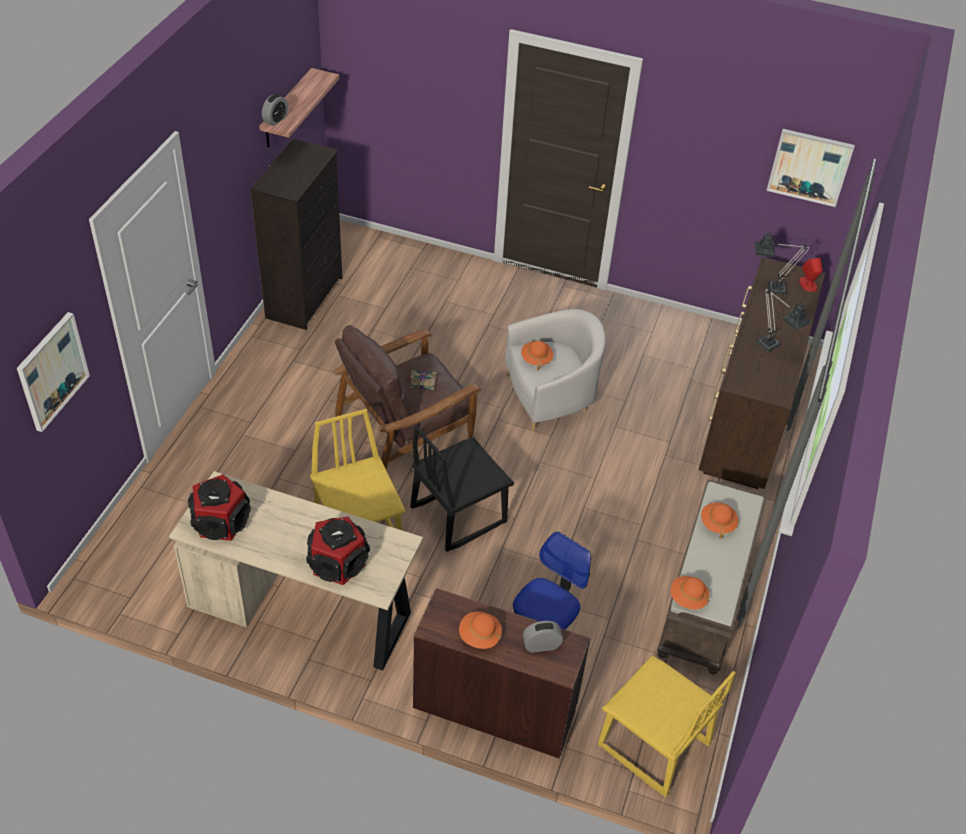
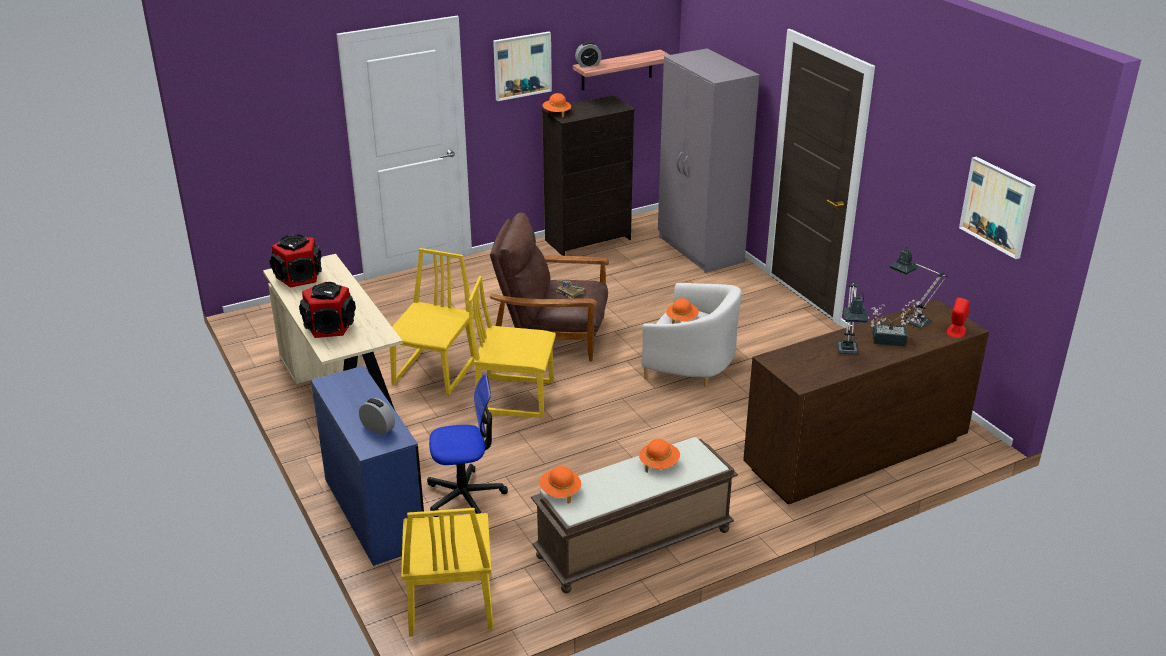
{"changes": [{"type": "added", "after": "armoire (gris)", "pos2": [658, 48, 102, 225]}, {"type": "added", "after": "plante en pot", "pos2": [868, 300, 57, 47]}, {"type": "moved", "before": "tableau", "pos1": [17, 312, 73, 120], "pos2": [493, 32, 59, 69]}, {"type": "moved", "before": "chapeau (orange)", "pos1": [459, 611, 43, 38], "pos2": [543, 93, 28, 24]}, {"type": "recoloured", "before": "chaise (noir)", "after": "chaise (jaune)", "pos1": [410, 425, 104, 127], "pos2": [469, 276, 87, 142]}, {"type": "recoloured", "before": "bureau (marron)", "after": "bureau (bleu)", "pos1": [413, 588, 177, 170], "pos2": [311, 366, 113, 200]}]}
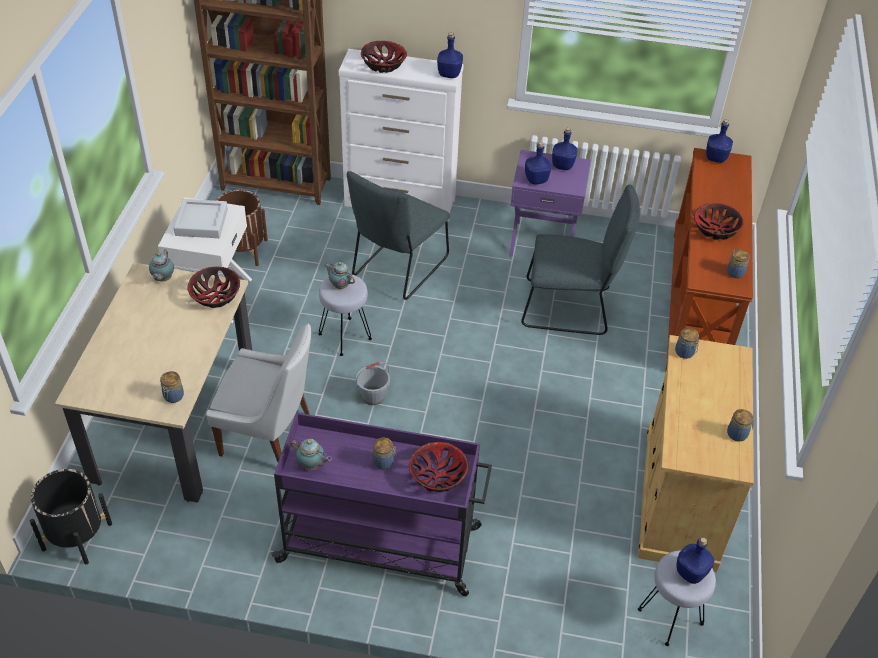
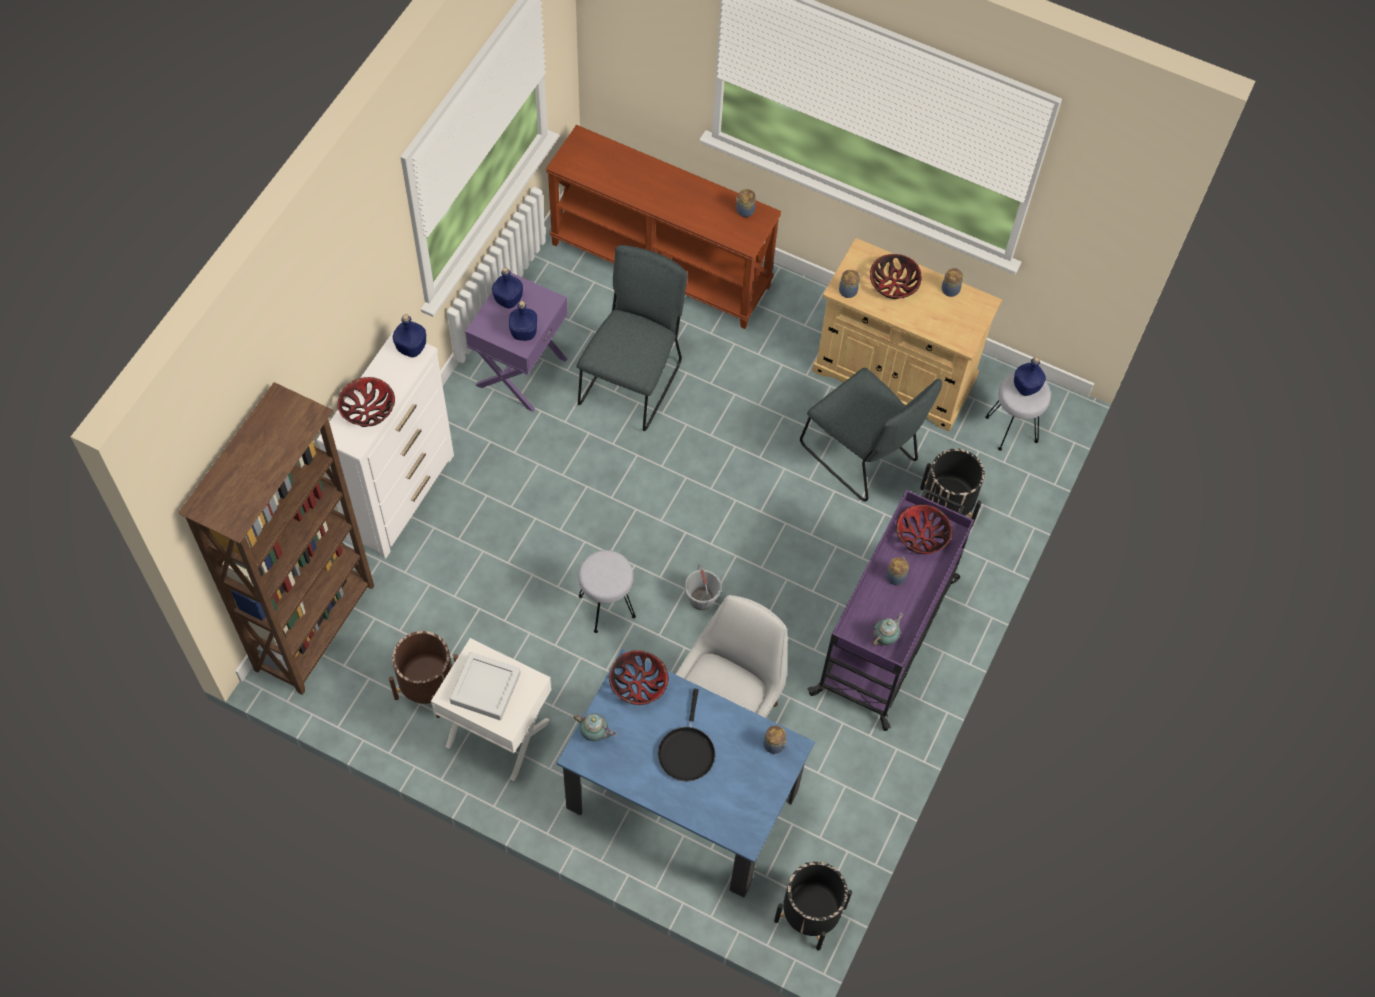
{"changes": [{"type": "removed", "before": "théière", "pos1": [324, 262, 31, 27]}, {"type": "removed", "before": "bouteille (bleu)", "pos1": [706, 120, 27, 43]}, {"type": "added", "after": "poêle (noir)", "pos2": [658, 688, 57, 94]}, {"type": "added", "after": "cache-pot (noir)", "pos2": [920, 449, 65, 78]}, {"type": "moved", "before": "chaise (gris)", "pos1": [347, 171, 104, 129], "pos2": [800, 368, 142, 133]}, {"type": "moved", "before": "bol", "pos1": [694, 203, 50, 37], "pos2": [870, 254, 52, 45]}, {"type": "recoloured", "before": "table à manger (beige)", "after": "table à manger (bleu)", "pos1": [55, 263, 197, 240], "pos2": [557, 649, 258, 249]}]}
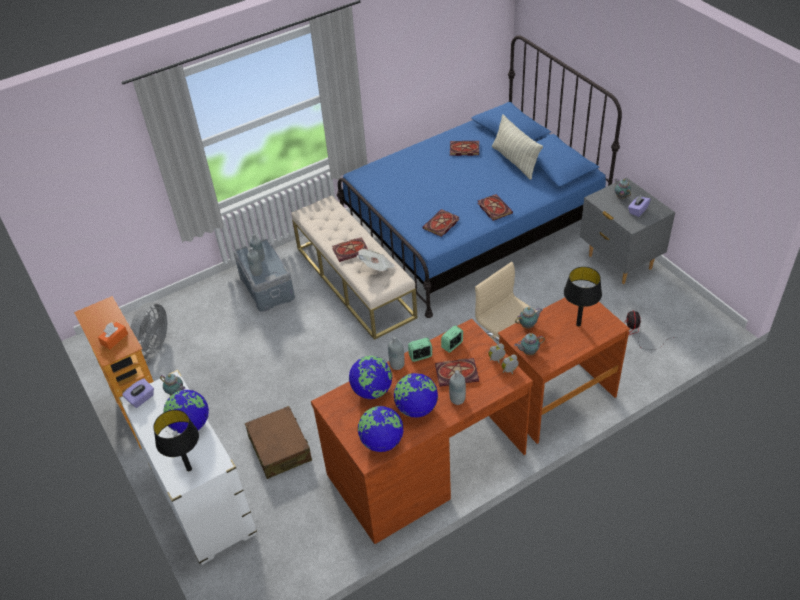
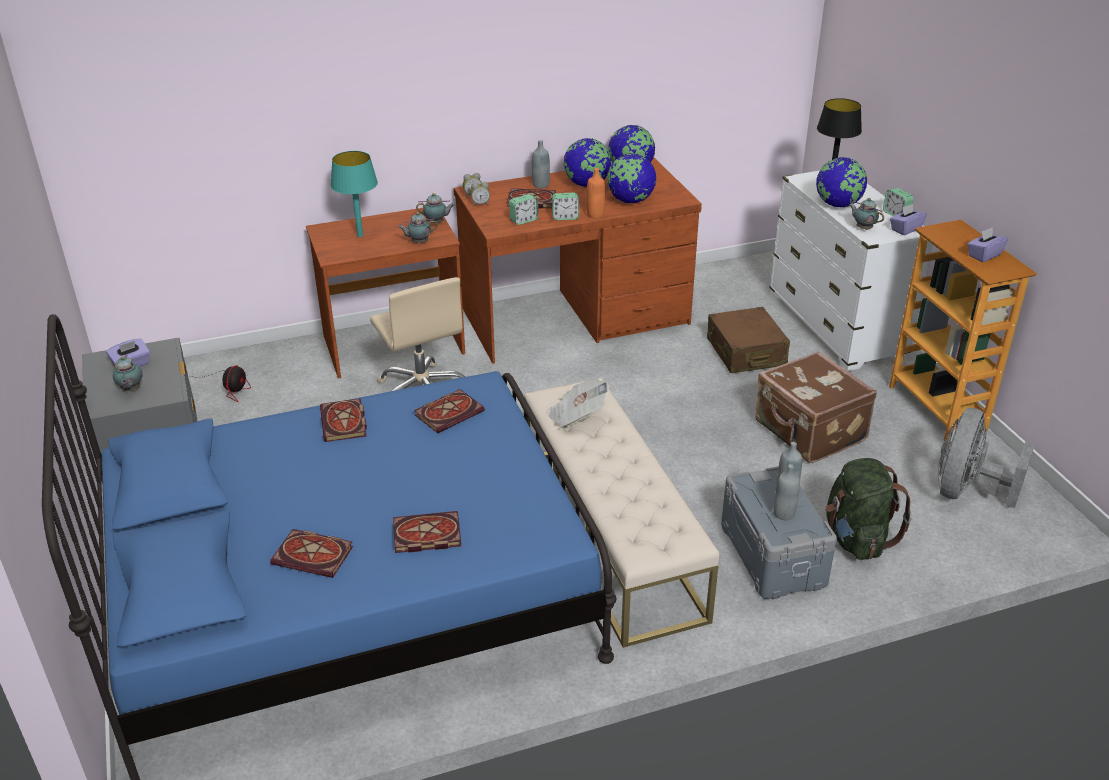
{"changes": [{"type": "removed", "before": "boîte à mouchoirs (orange)", "pos1": [98, 322, 30, 27]}, {"type": "removed", "before": "coussin", "pos1": [492, 115, 51, 65]}, {"type": "added", "after": "valise (marron)", "pos2": [755, 351, 122, 112]}, {"type": "added", "after": "sac à dos (vert)", "pos2": [825, 458, 87, 102]}, {"type": "added", "after": "réveil", "pos2": [883, 188, 31, 28]}, {"type": "added", "after": "boîte à mouchoirs (violet)", "pos2": [967, 227, 41, 35]}, {"type": "moved", "before": "livre", "pos1": [332, 237, 36, 25], "pos2": [393, 511, 68, 42]}, {"type": "recoloured", "before": "bouteille (gris)", "after": "bouteille (orange)", "pos1": [388, 336, 17, 34], "pos2": [587, 168, 18, 50]}, {"type": "recoloured", "before": "lampe de table (noir)", "after": "lampe de table (turquoise)", "pos1": [564, 267, 38, 59], "pos2": [330, 151, 48, 86]}]}
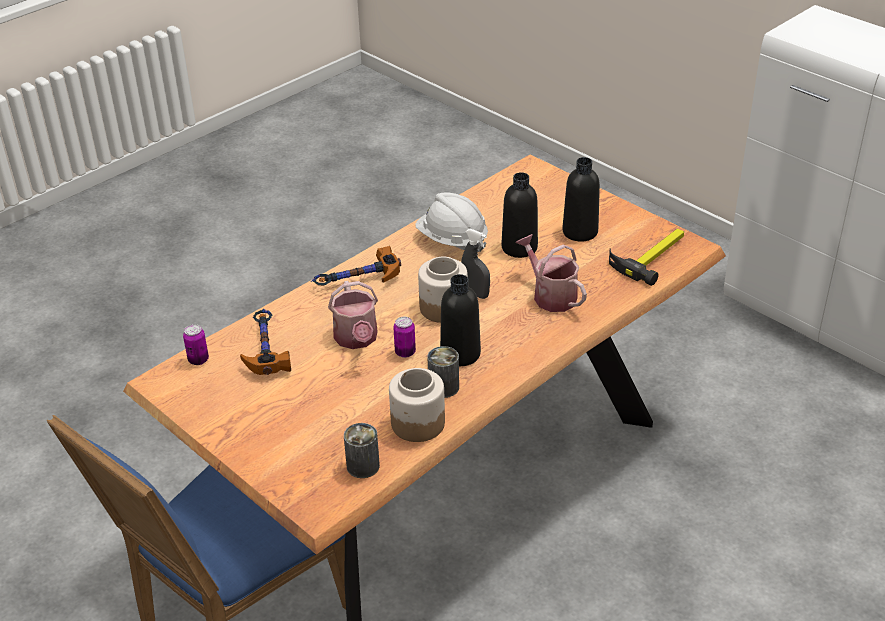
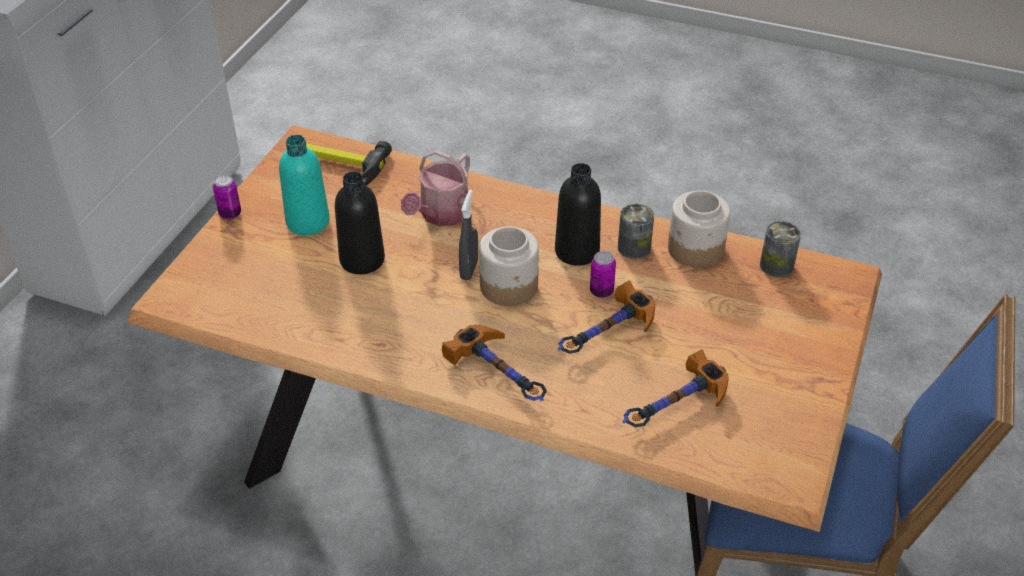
{"changes": [{"type": "removed", "before": "casque de chantier (blanc)", "pos1": [415, 193, 73, 59]}, {"type": "moved", "before": "boîte métallique", "pos1": [183, 324, 26, 41], "pos2": [213, 175, 28, 44]}, {"type": "replaced", "before": "arrosoir", "after": "marteau", "pos1": [328, 281, 50, 68], "pos2": [558, 280, 97, 74]}, {"type": "recoloured", "before": "bouteille (noir)", "after": "bouteille (turquoise)", "pos1": [562, 157, 38, 85], "pos2": [279, 135, 51, 100]}]}
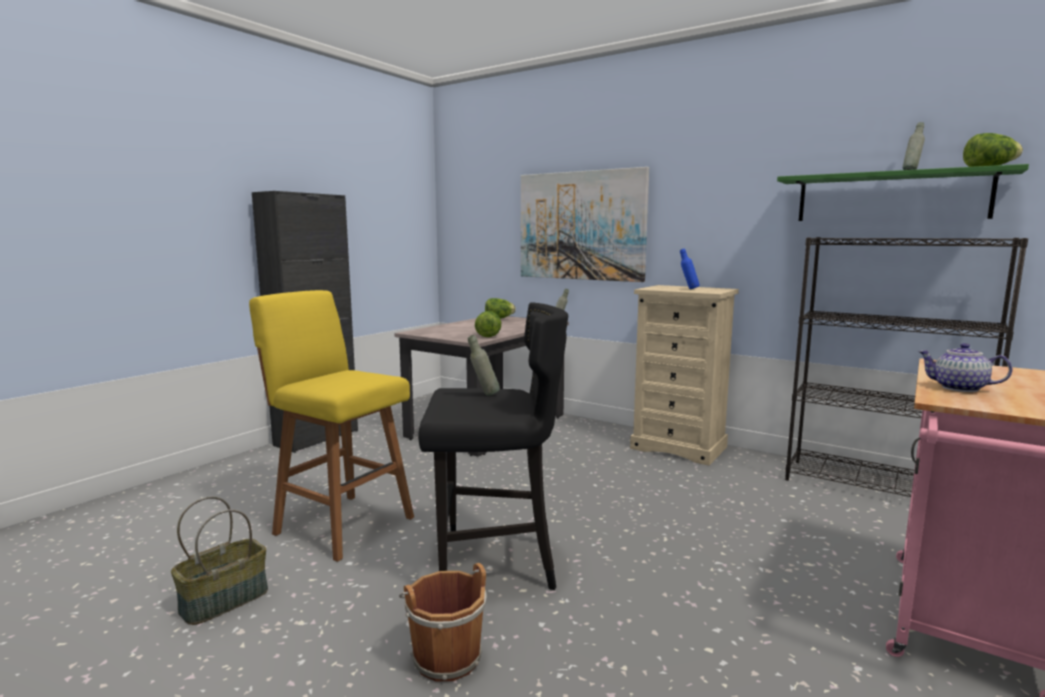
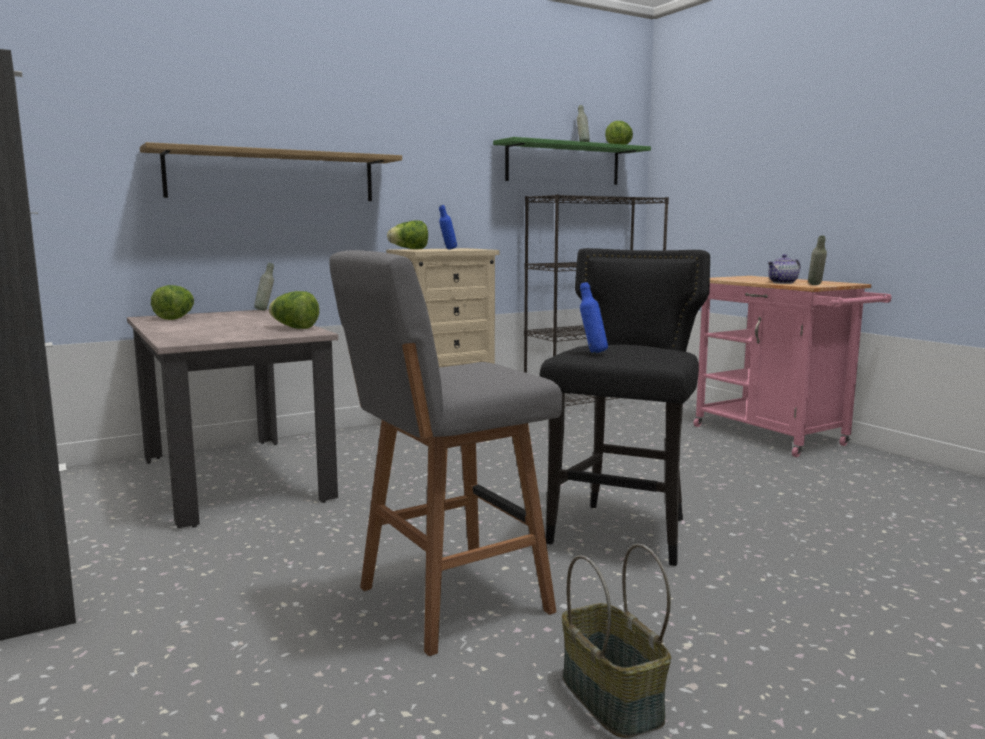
{"changes": [{"type": "removed", "before": "seau (marron)", "pos1": [399, 563, 88, 118]}, {"type": "added", "after": "laitue", "pos2": [387, 221, 41, 28]}, {"type": "added", "after": "bouteille (bleu)", "pos2": [580, 282, 28, 71]}, {"type": "moved", "before": "bouteille (gris)", "pos1": [468, 335, 32, 61], "pos2": [808, 236, 19, 49]}, {"type": "replaced", "before": "tableau", "after": "étagère", "pos1": [521, 167, 128, 115], "pos2": [140, 142, 262, 59]}, {"type": "recoloured", "before": "tabouret (jaune)", "after": "tabouret (gris)", "pos1": [249, 290, 165, 272], "pos2": [329, 250, 233, 406]}]}
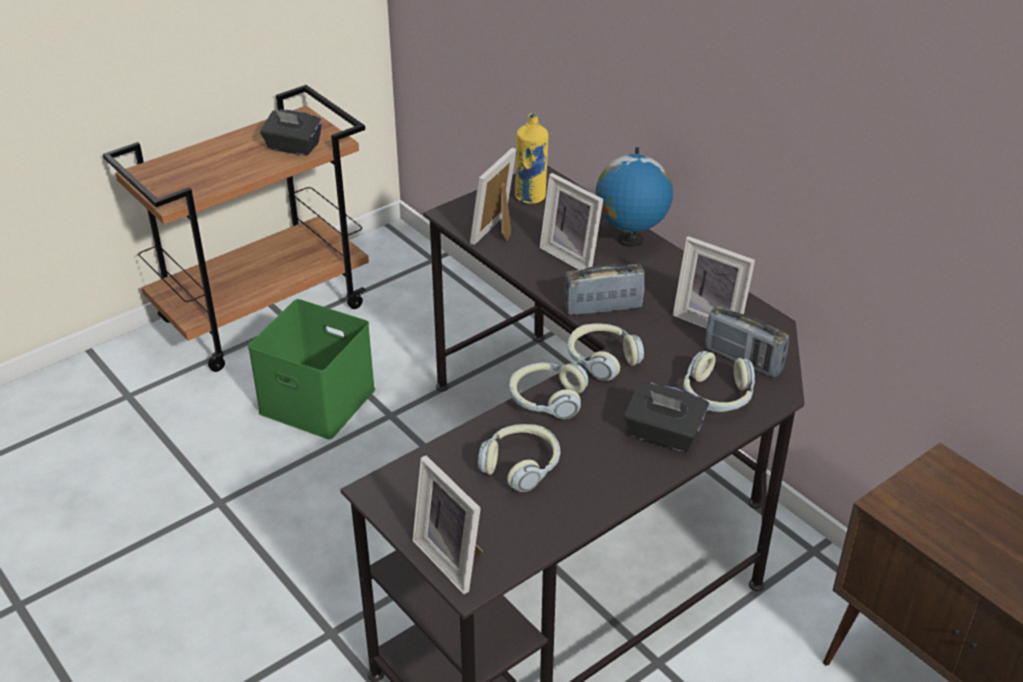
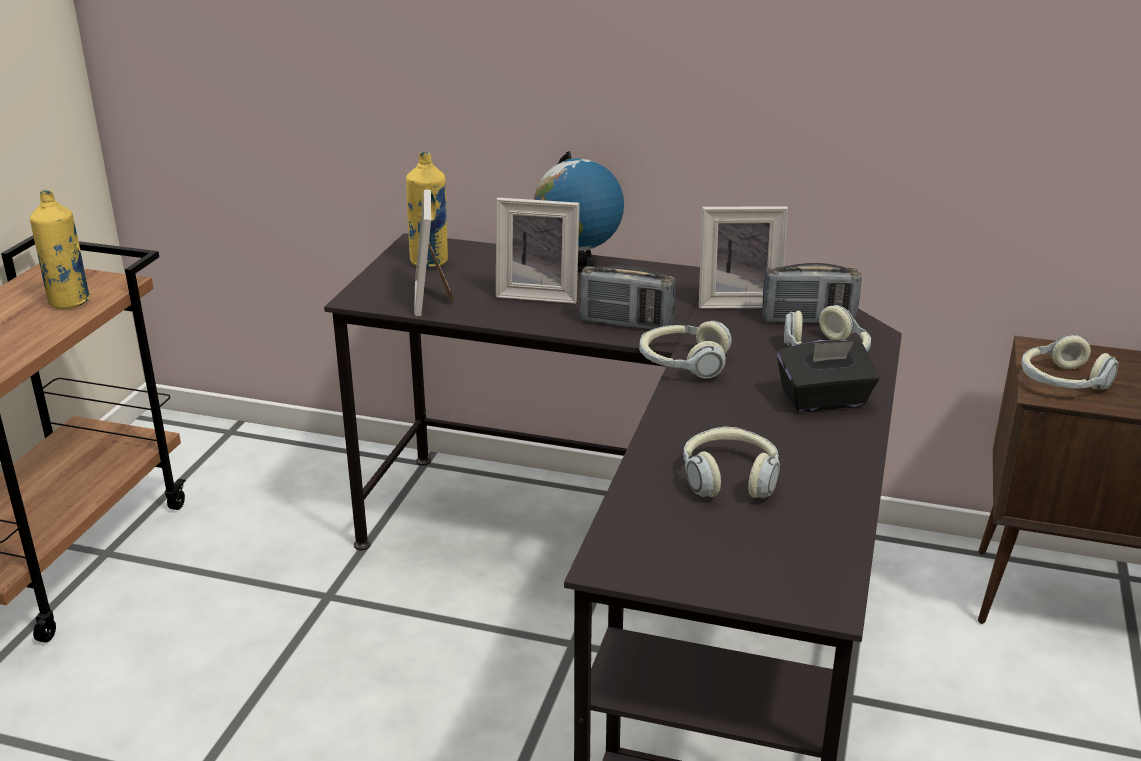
{"changes": [{"type": "removed", "before": "boîte de rangement (vert)", "pos1": [248, 299, 127, 140]}, {"type": "removed", "before": "cadre photo", "pos1": [412, 455, 71, 139]}, {"type": "moved", "before": "casque audio", "pos1": [509, 362, 79, 57], "pos2": [1021, 335, 97, 55]}, {"type": "replaced", "before": "boîte à mouchoirs (noir)", "after": "bouteille (jaune)", "pos1": [260, 110, 62, 46], "pos2": [30, 190, 60, 119]}, {"type": "turned", "before": "radio", "pos1": [565, 264, 80, 51], "pos2": [580, 266, 96, 64], "turn": -120}]}
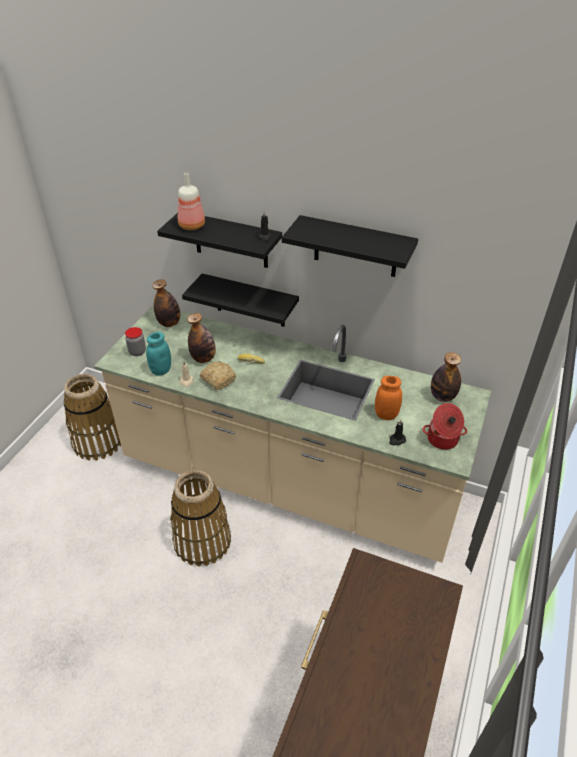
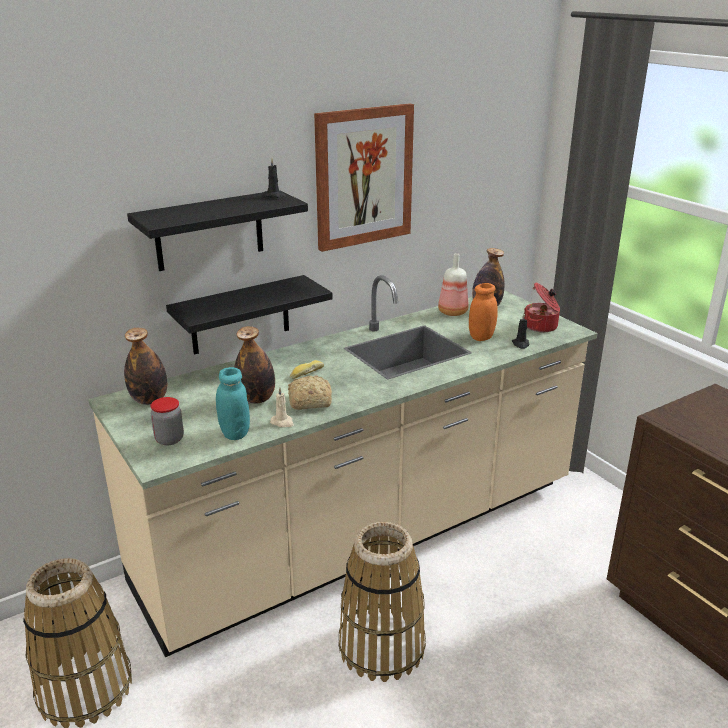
{"changes": [{"type": "moved", "before": "bouteille", "pos1": [178, 172, 27, 58], "pos2": [438, 253, 30, 63]}, {"type": "replaced", "before": "étagère (noir)", "after": "tableau", "pos1": [282, 215, 136, 62], "pos2": [314, 103, 100, 149]}]}
